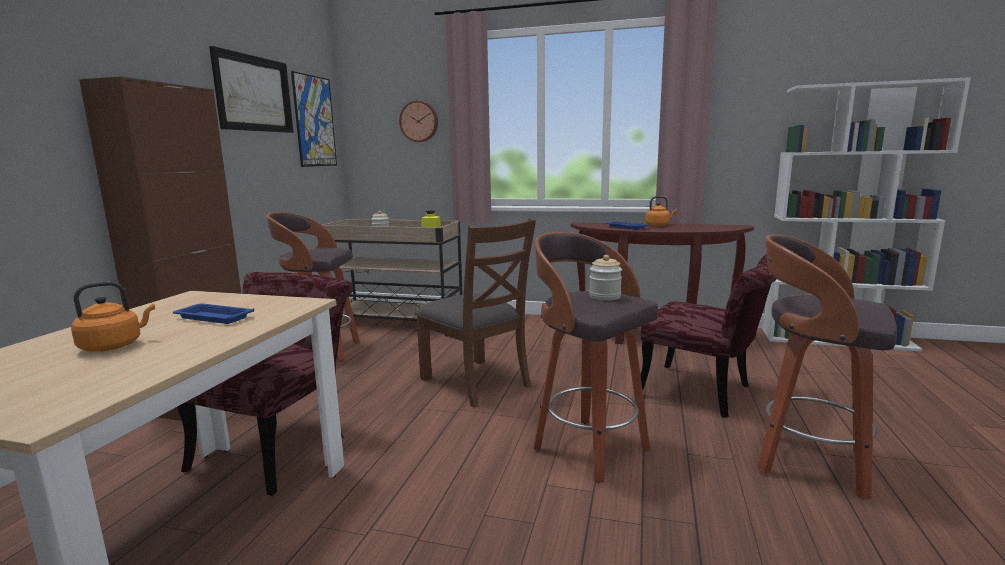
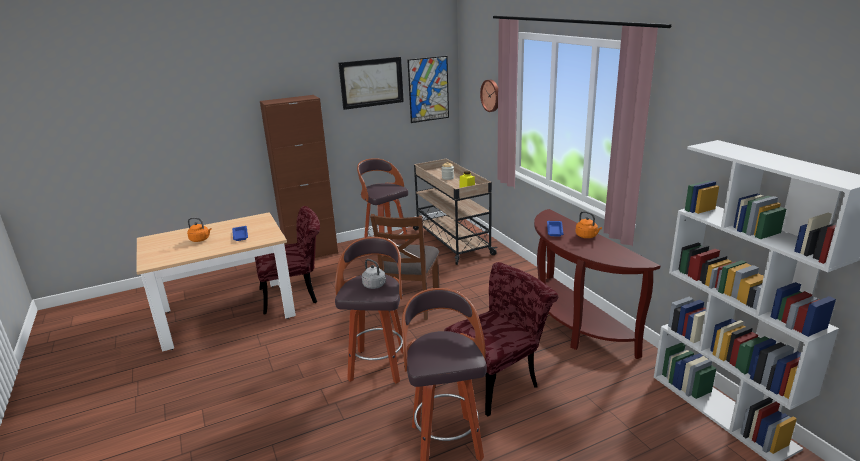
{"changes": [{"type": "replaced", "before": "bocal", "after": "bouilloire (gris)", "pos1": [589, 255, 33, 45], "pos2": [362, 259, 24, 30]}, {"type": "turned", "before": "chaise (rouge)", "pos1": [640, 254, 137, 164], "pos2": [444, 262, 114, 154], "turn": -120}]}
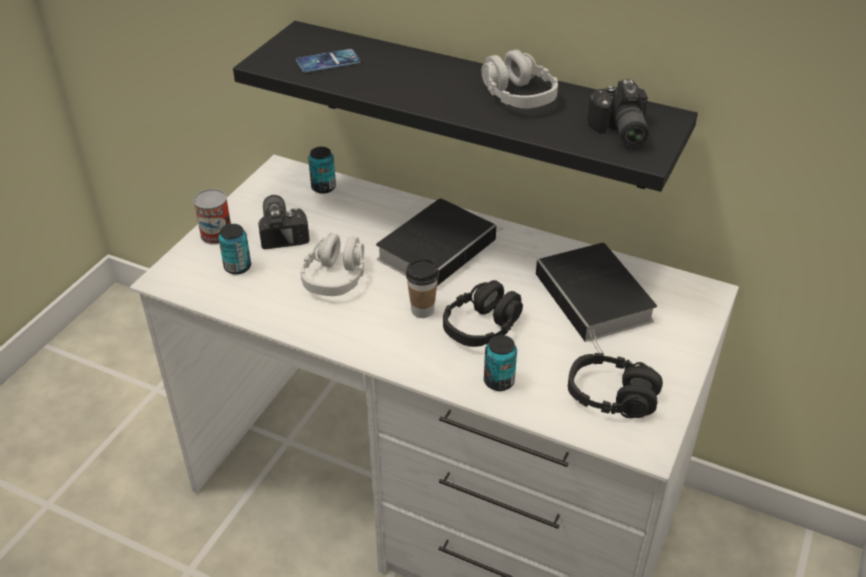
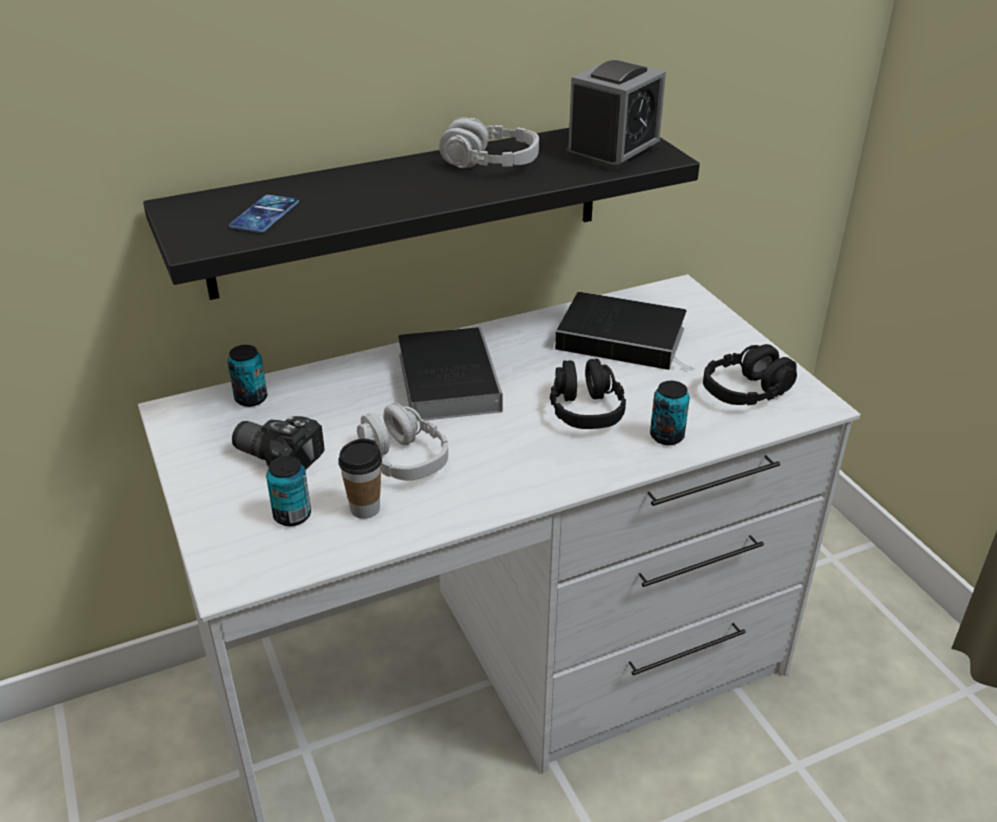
{"changes": [{"type": "removed", "before": "boîte métallique", "pos1": [193, 189, 38, 56]}, {"type": "moved", "before": "tasse", "pos1": [406, 259, 33, 59], "pos2": [338, 439, 44, 80]}, {"type": "replaced", "before": "appareil photo", "after": "réveil", "pos1": [587, 79, 62, 68], "pos2": [566, 59, 100, 113]}]}
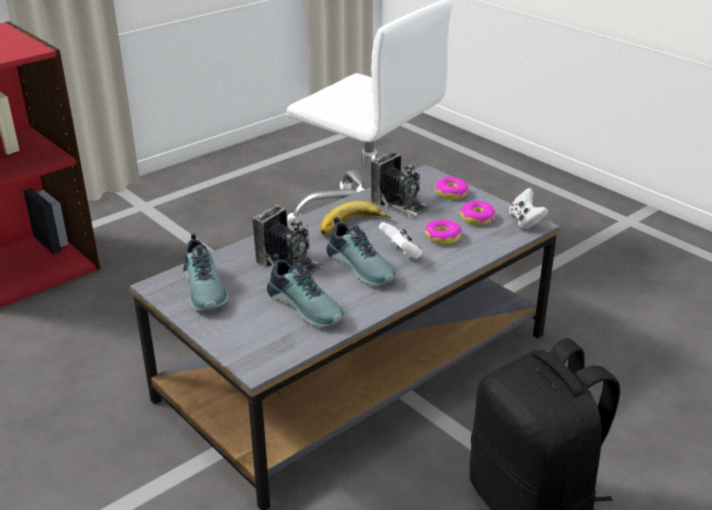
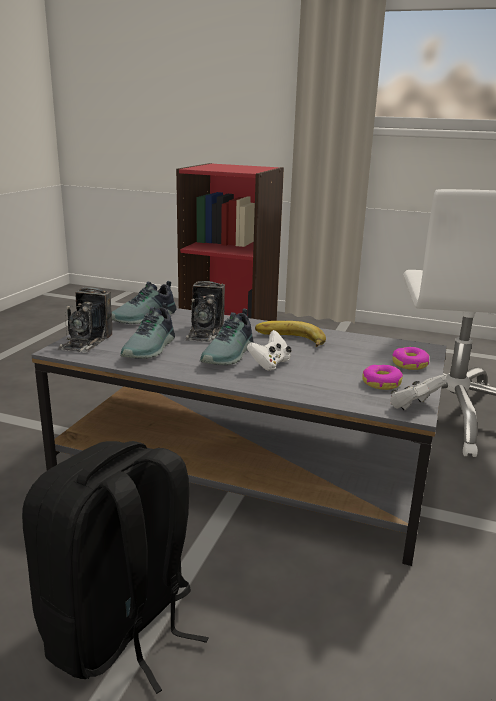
{"changes": [{"type": "removed", "before": "beignet", "pos1": [425, 220, 37, 25]}, {"type": "moved", "before": "appareil photo", "pos1": [370, 151, 62, 68], "pos2": [57, 288, 55, 65]}]}
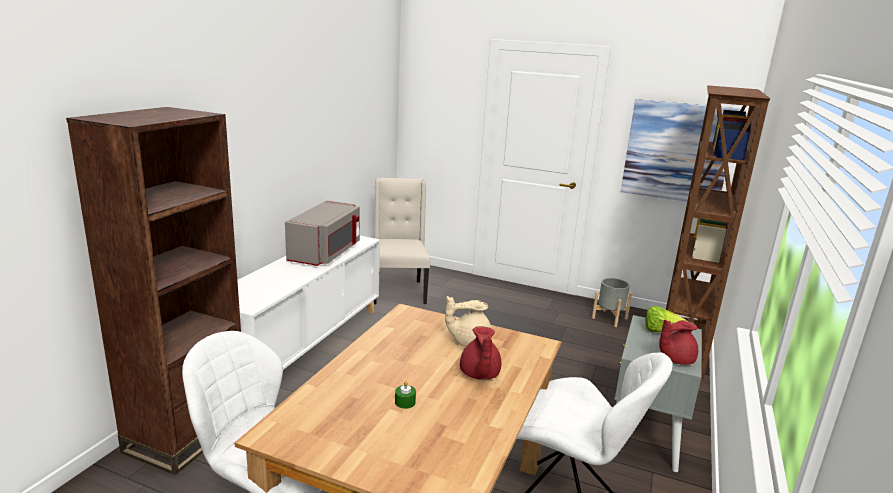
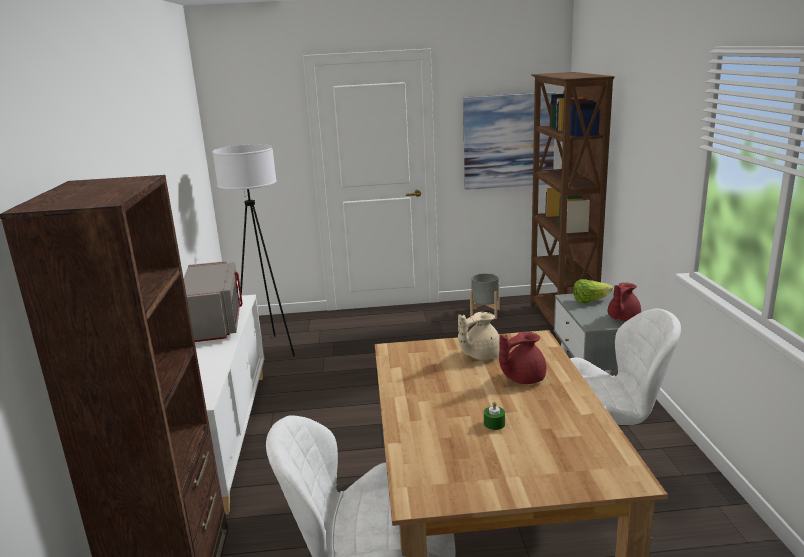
{"changes": [{"type": "replaced", "before": "chaise (beige)", "after": "lampadaire (blanc)", "pos1": [374, 178, 56, 126], "pos2": [212, 144, 83, 213]}, {"type": "turned", "before": "théière (rouge)", "pos1": [460, 326, 41, 54], "pos2": [499, 331, 47, 53], "turn": 90}]}
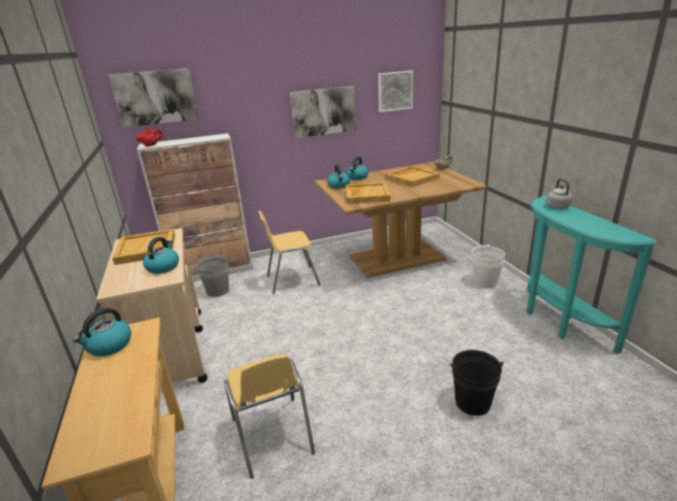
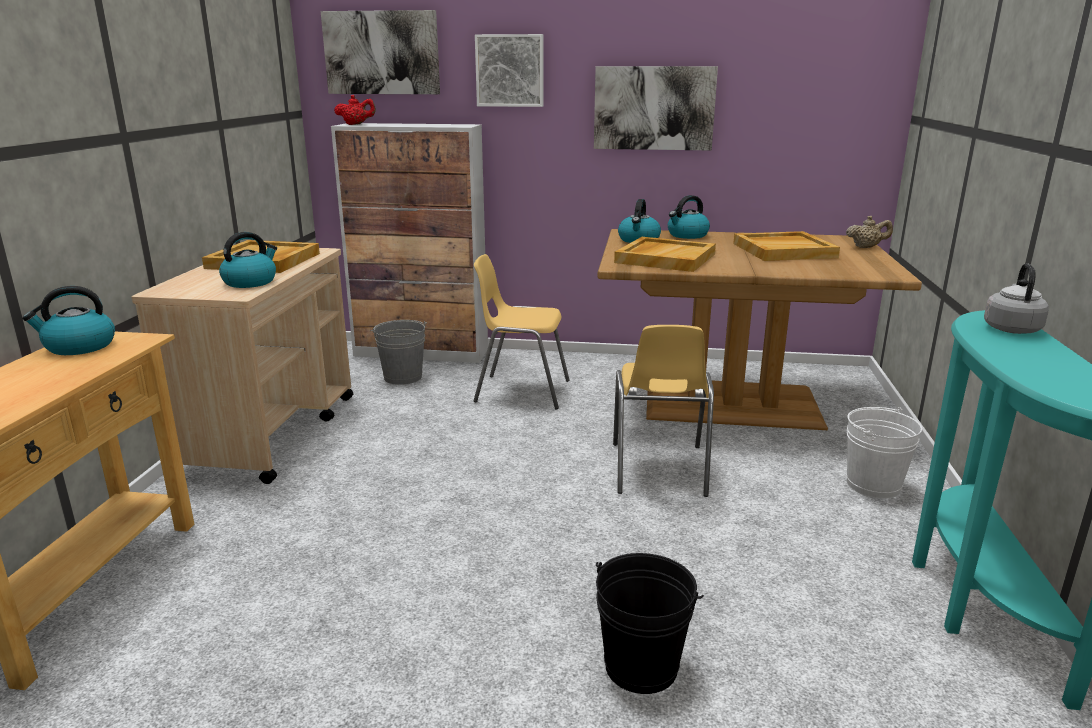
{"changes": [{"type": "moved", "before": "chaise (jaune)", "pos1": [224, 354, 91, 125], "pos2": [613, 325, 101, 172]}, {"type": "moved", "before": "tableau", "pos1": [378, 71, 35, 41], "pos2": [475, 34, 68, 73]}]}
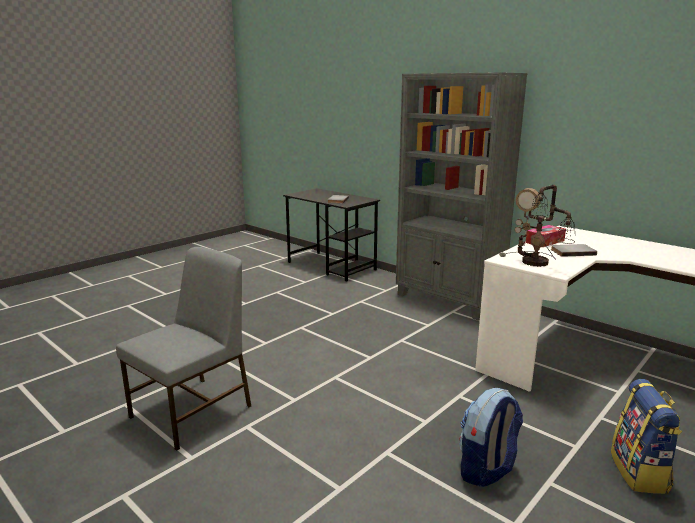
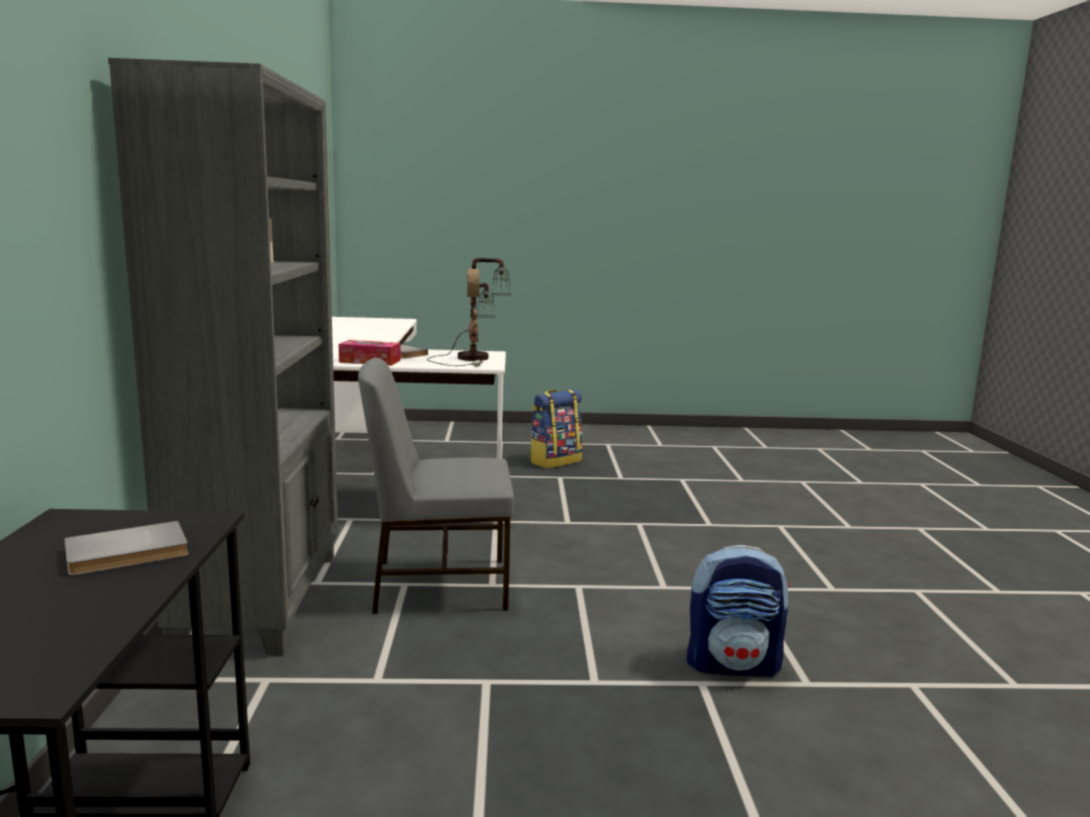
{"changes": [{"type": "moved", "before": "chaise (gris)", "pos1": [116, 247, 135, 204], "pos2": [358, 358, 157, 255]}, {"type": "moved", "before": "sac à dos", "pos1": [459, 388, 64, 99], "pos2": [687, 544, 103, 133]}]}
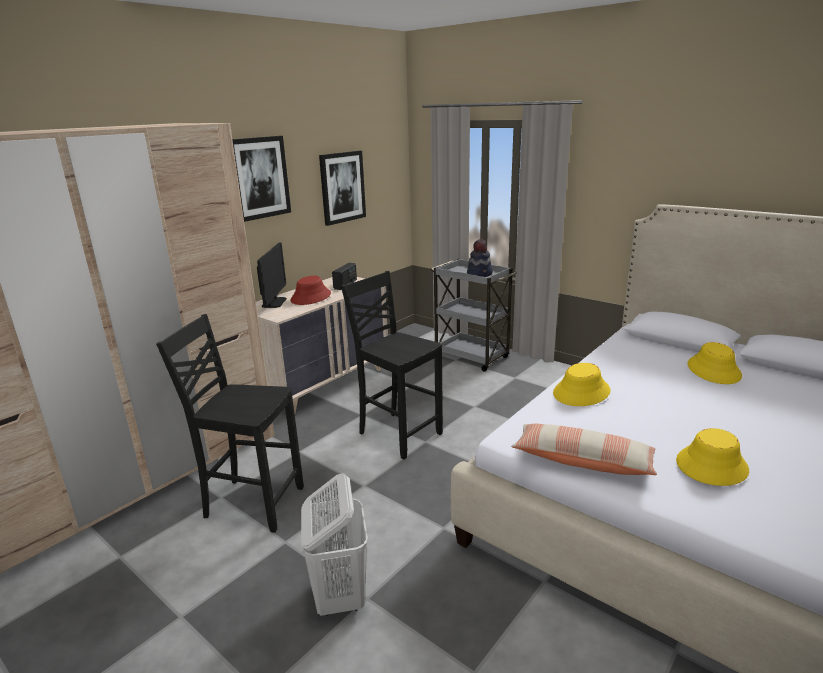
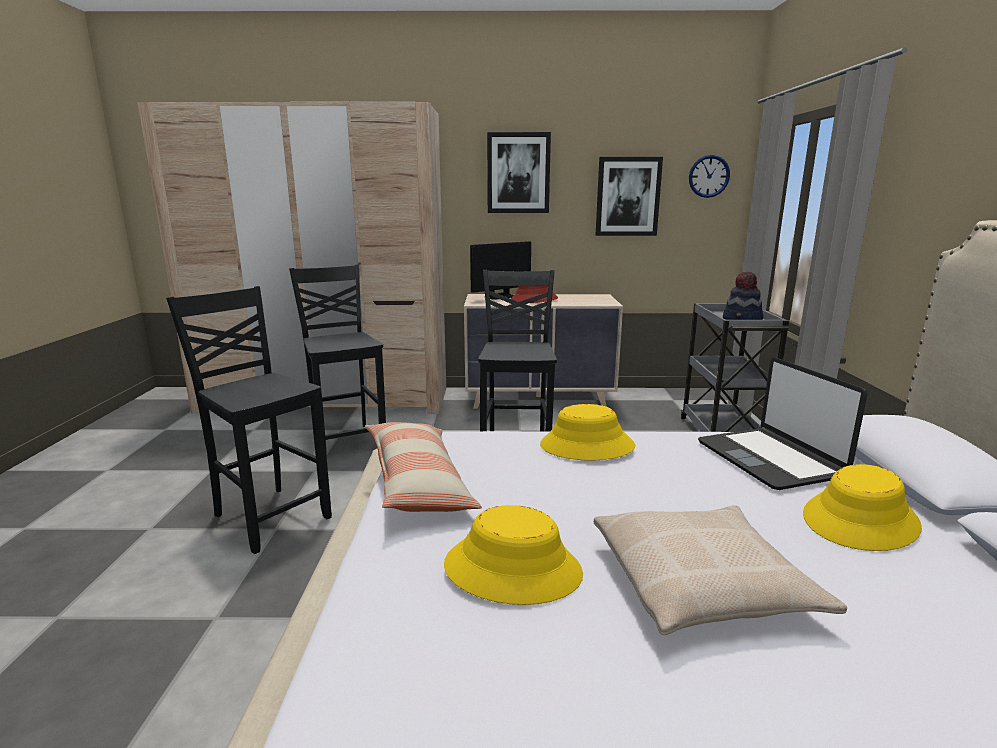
{"changes": [{"type": "removed", "before": "radio", "pos1": [332, 263, 25, 27]}, {"type": "added", "after": "coussin (beige)", "pos2": [594, 505, 253, 130]}, {"type": "added", "after": "horloge murale", "pos2": [689, 155, 41, 43]}, {"type": "added", "after": "ordinateur portable", "pos2": [698, 357, 169, 133]}, {"type": "replaced", "before": "panier à linge (blanc)", "after": "chaise (noir)", "pos1": [301, 473, 67, 143], "pos2": [166, 286, 166, 268]}]}
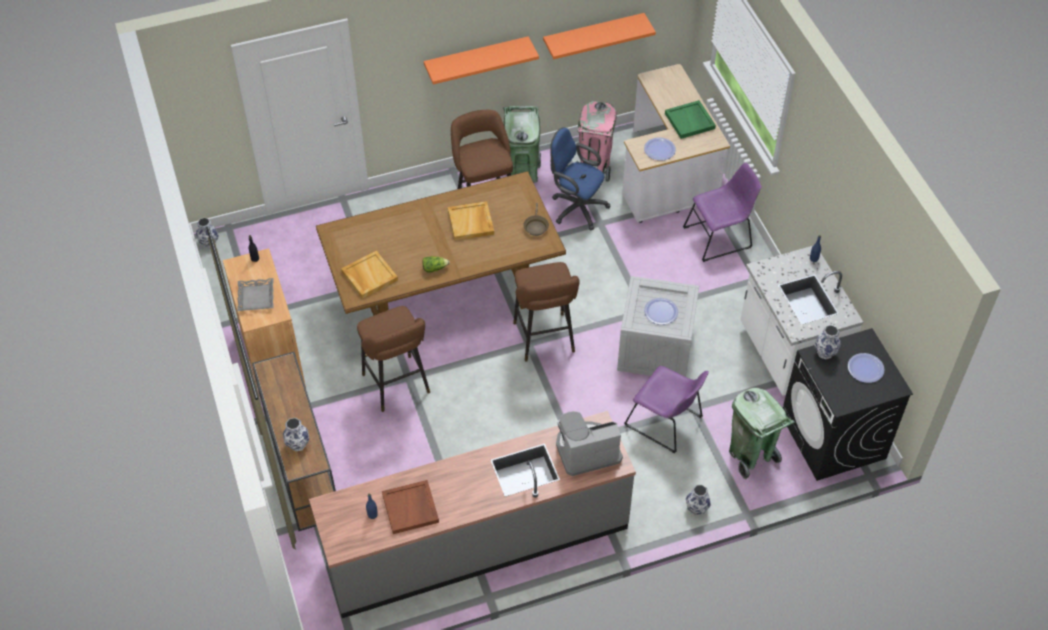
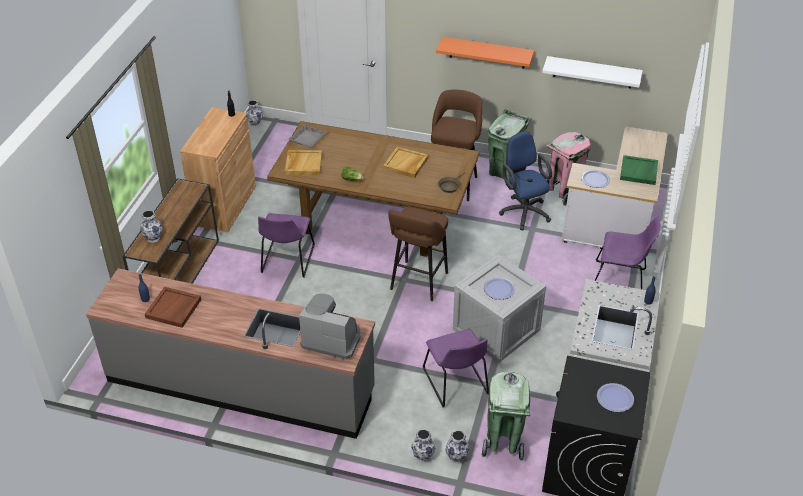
{"changes": [{"type": "moved", "before": "plateau (gris)", "pos1": [237, 278, 37, 33], "pos2": [288, 124, 39, 24]}, {"type": "moved", "before": "vase", "pos1": [814, 325, 27, 34], "pos2": [445, 430, 25, 33]}, {"type": "replaced", "before": "tabouret (marron)", "after": "chaise (violet)", "pos1": [357, 306, 73, 106], "pos2": [258, 213, 57, 65]}, {"type": "recoloured", "before": "étagère (orange)", "after": "étagère (blanc)", "pos1": [543, 13, 113, 46], "pos2": [542, 56, 101, 33]}]}
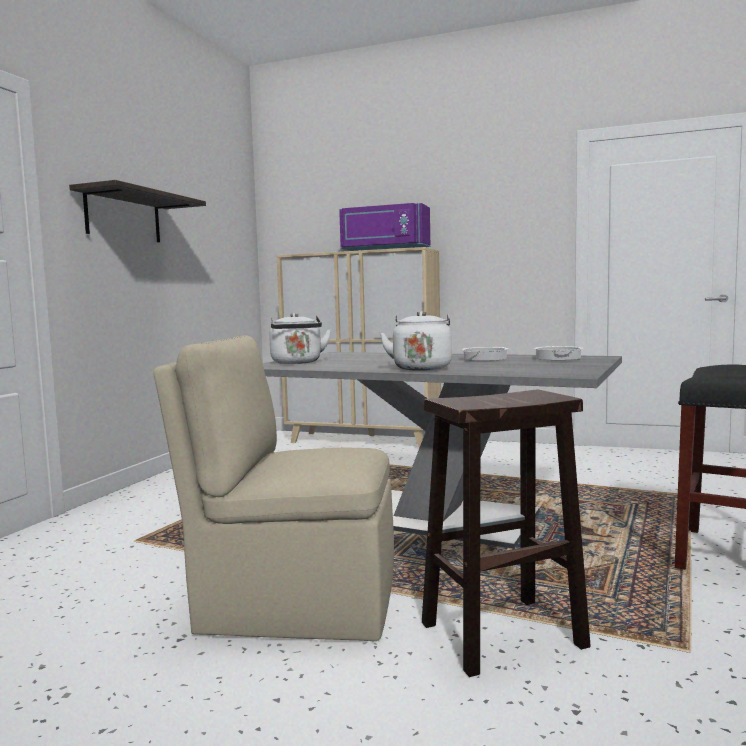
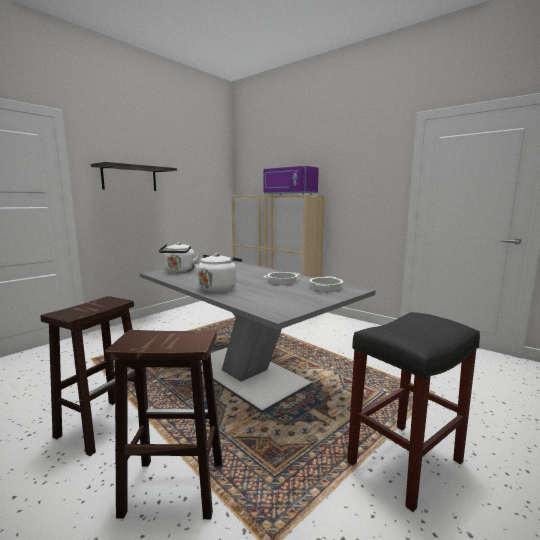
{"changes": [{"type": "replaced", "before": "chaise (beige)", "after": "tabouret (marron)", "pos1": [153, 335, 241, 306], "pos2": [40, 296, 97, 160]}]}
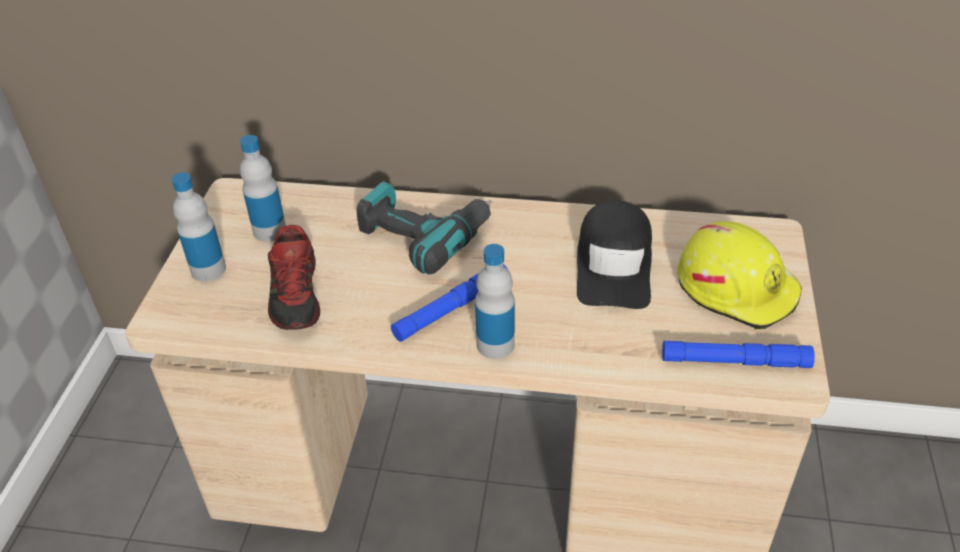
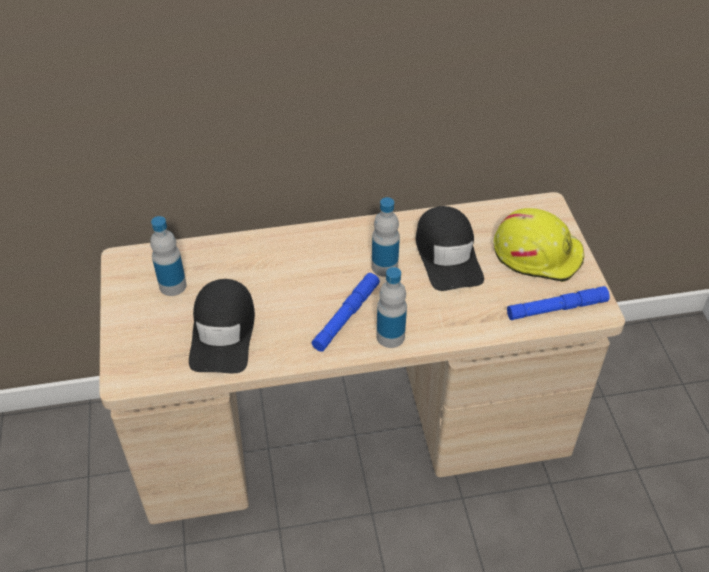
{"changes": [{"type": "removed", "before": "perceuse", "pos1": [356, 181, 136, 94]}, {"type": "moved", "before": "bouteille", "pos1": [171, 172, 55, 110], "pos2": [372, 197, 28, 80]}, {"type": "replaced", "before": "chaussure", "after": "casquette (noir)", "pos1": [268, 225, 52, 105], "pos2": [189, 279, 66, 95]}]}
